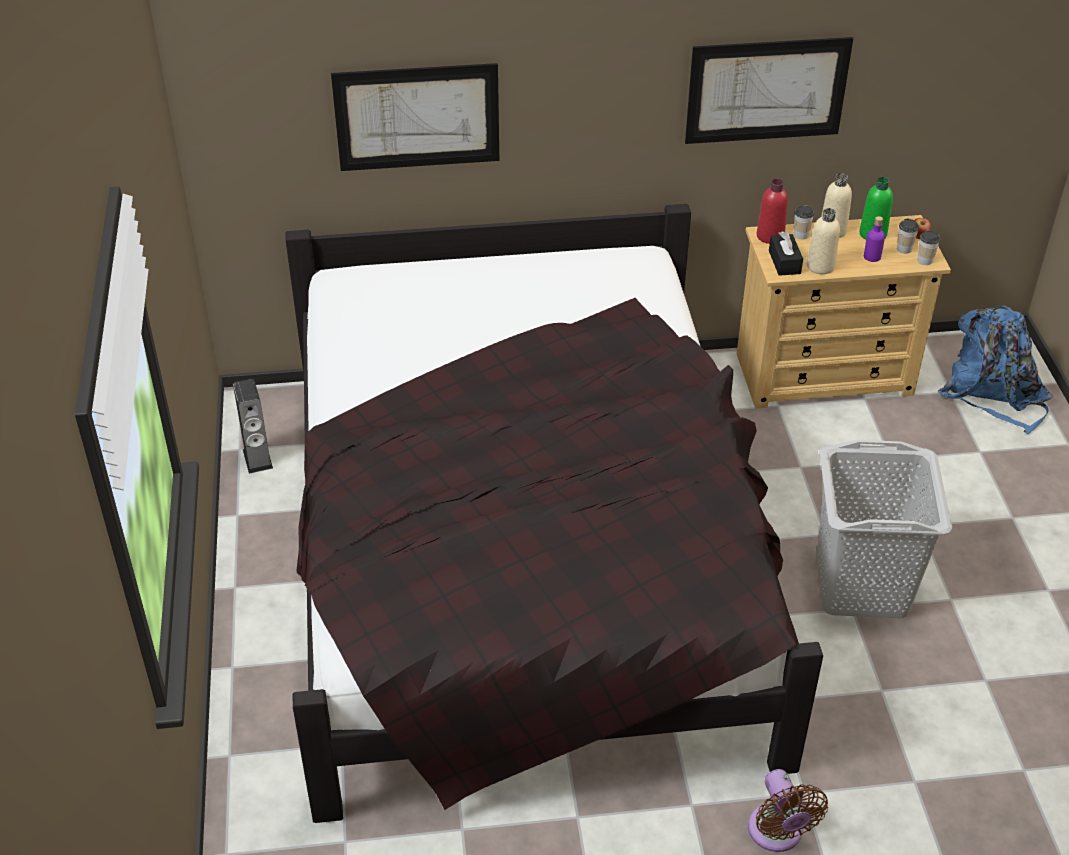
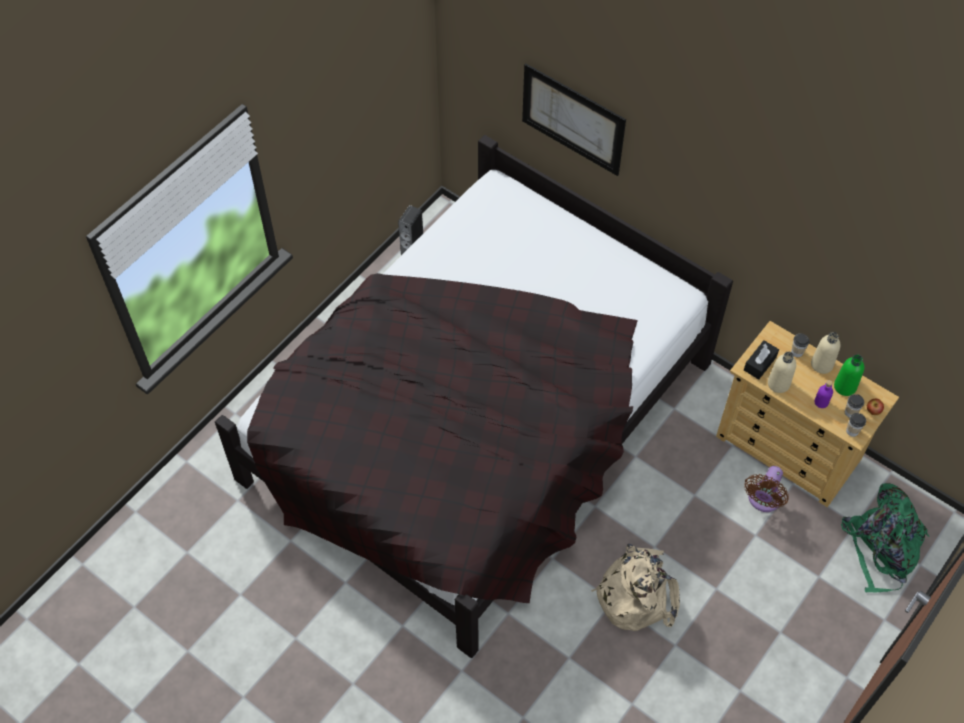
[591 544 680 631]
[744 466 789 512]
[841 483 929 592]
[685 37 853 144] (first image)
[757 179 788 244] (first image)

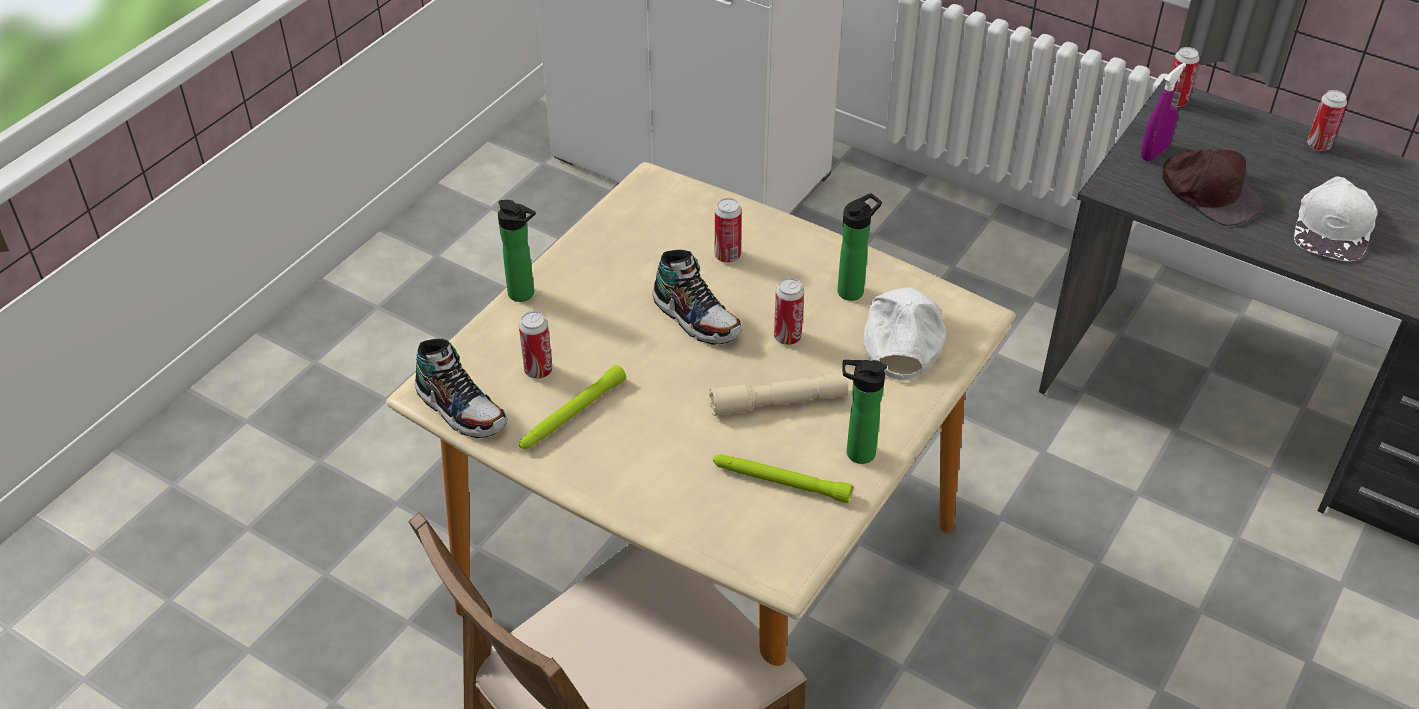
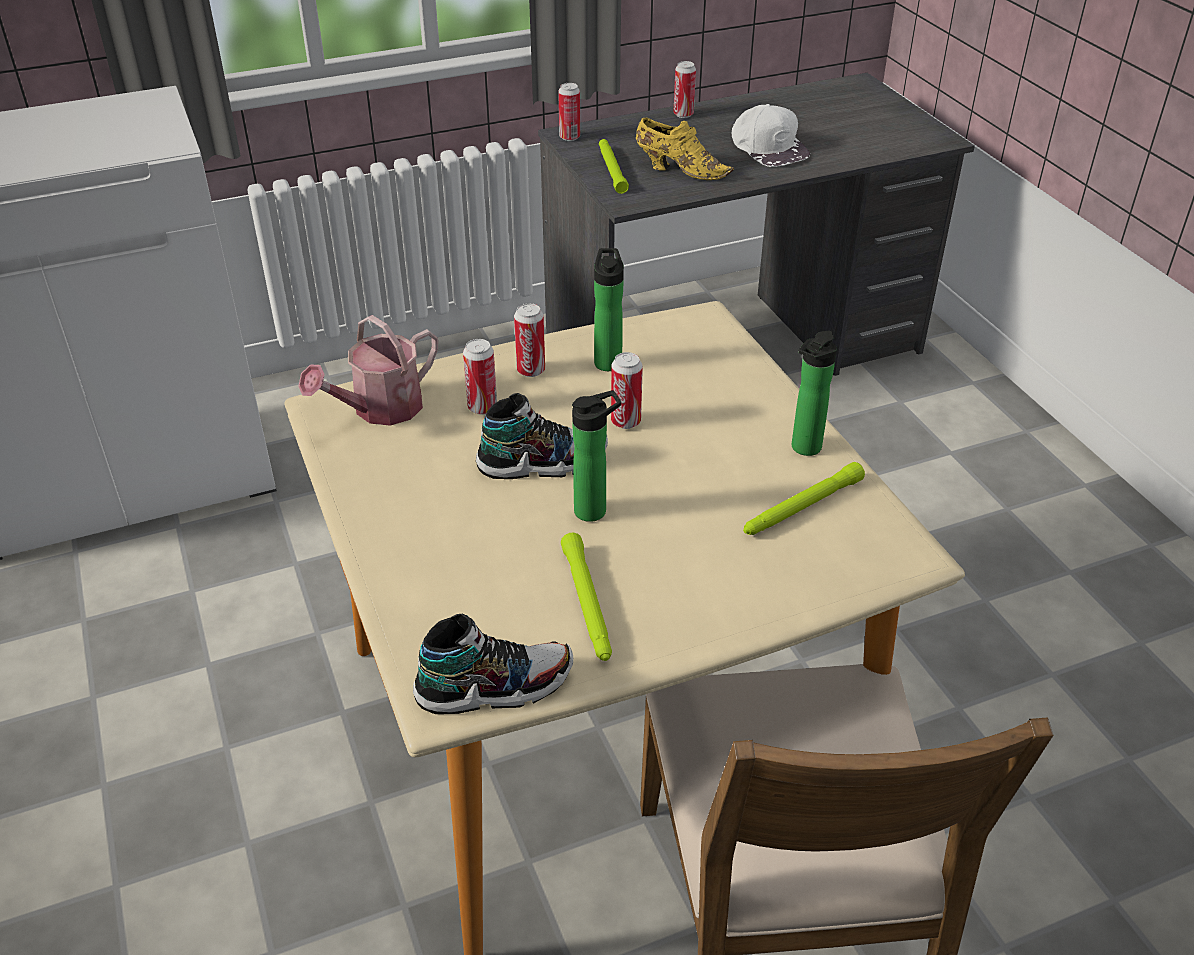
[298 315 438 426]
[514 303 545 377]
[572 390 621 522]
[599 139 629 194]
[636 118 734 180]
[709 373 848 416] (first image)
[864 287 946 380] (first image)

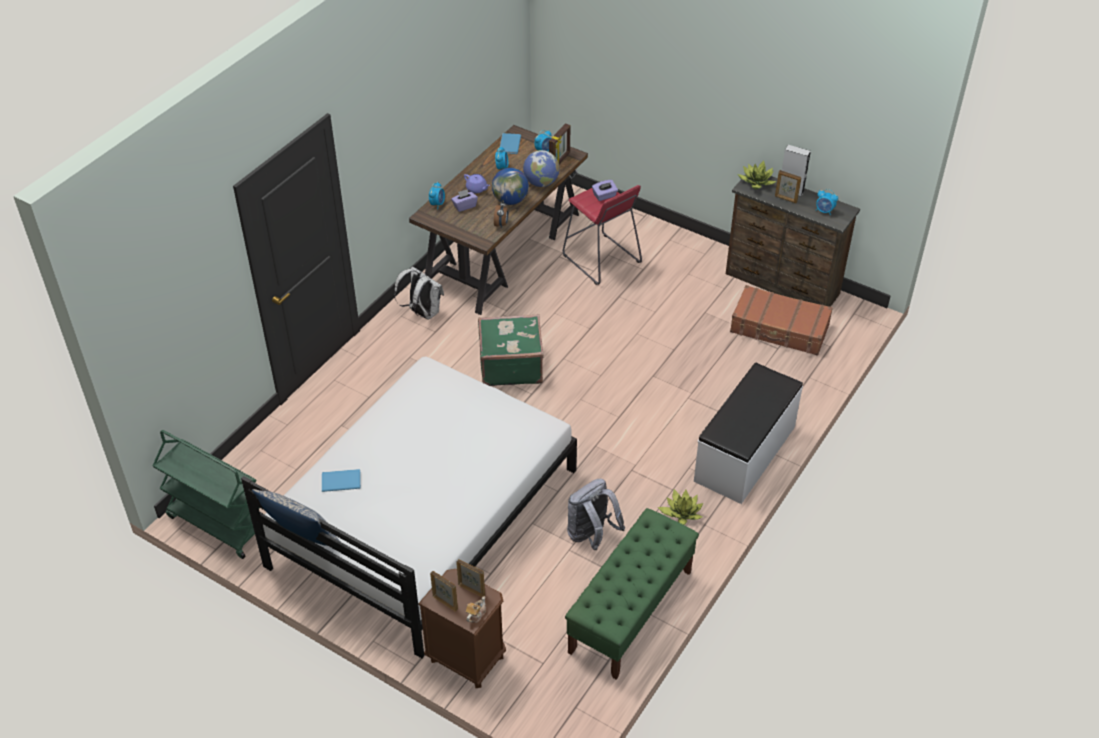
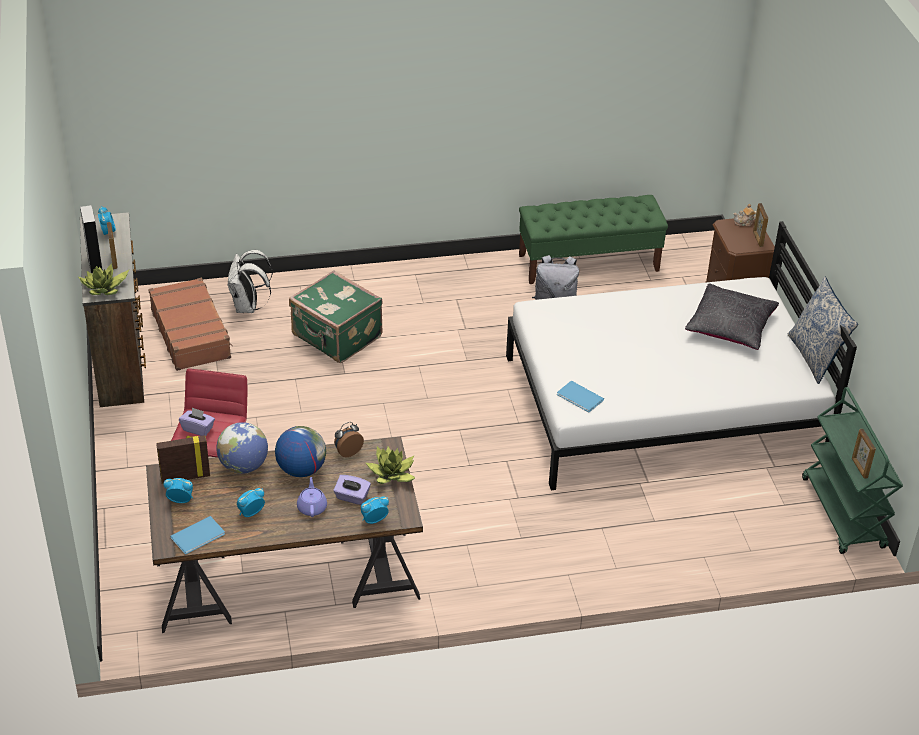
[227 250 273 313]
[289 270 383 363]
[366 446 415 484]
[557 381 604 413]
[685 283 779 350]
[852 429 876 479]
[694 363 803 504] (first image)

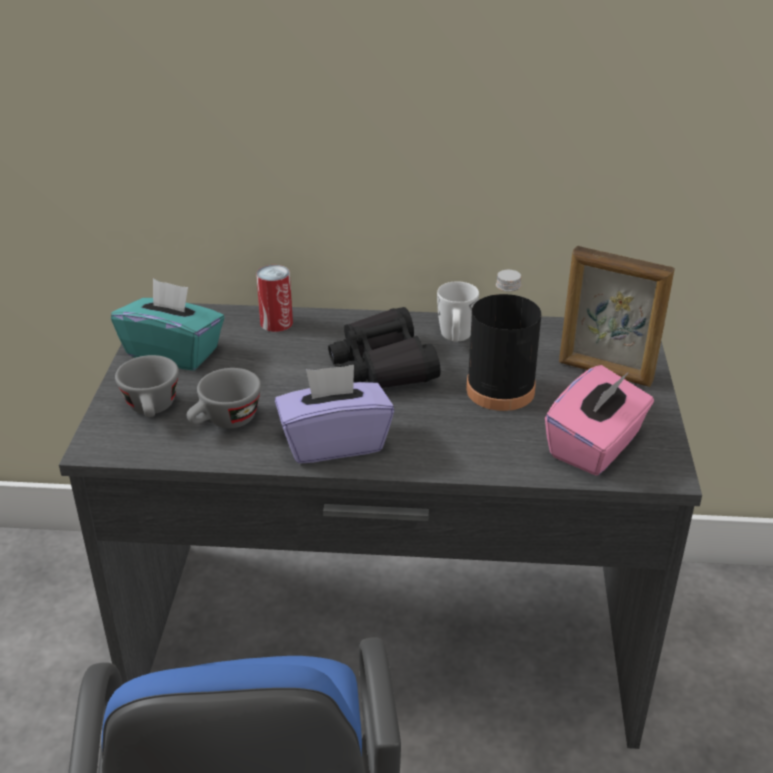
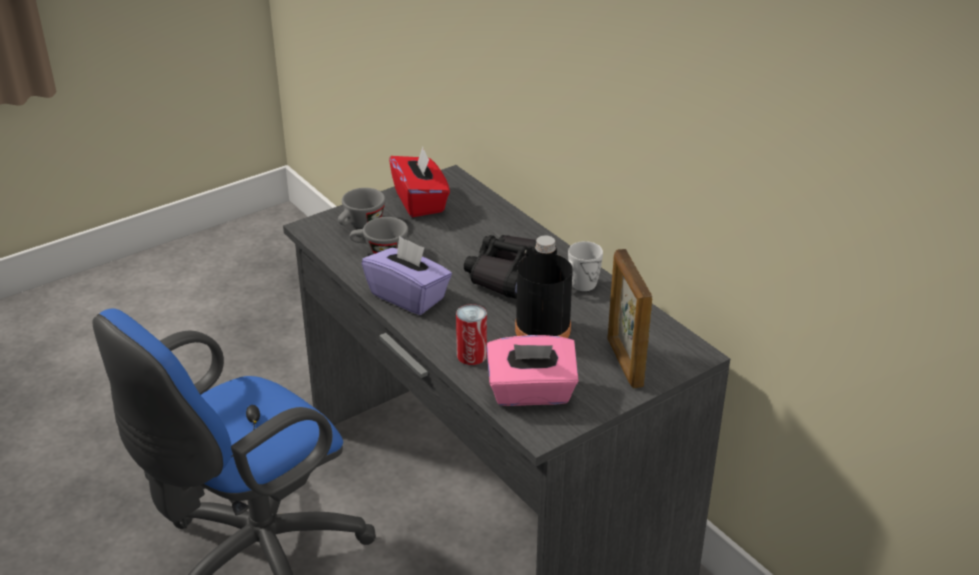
[389 147 450 217]
[456 304 487 365]

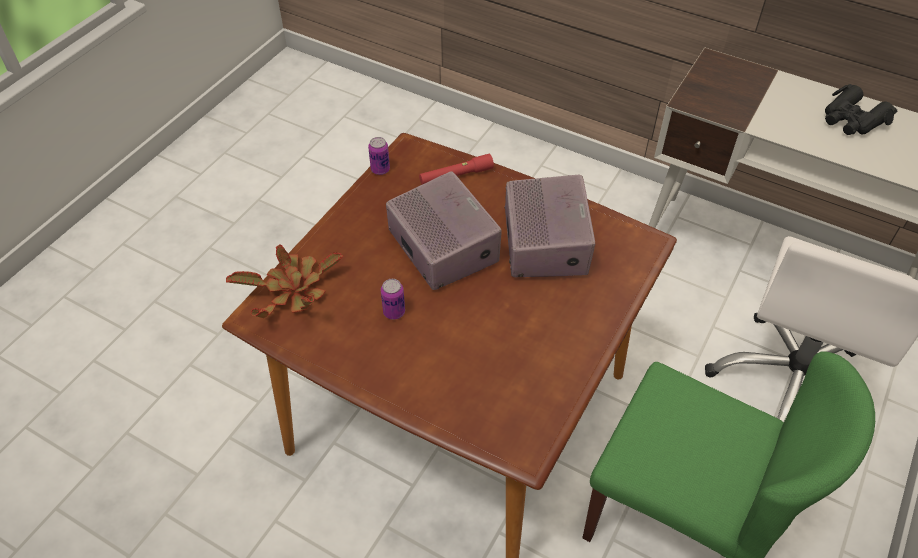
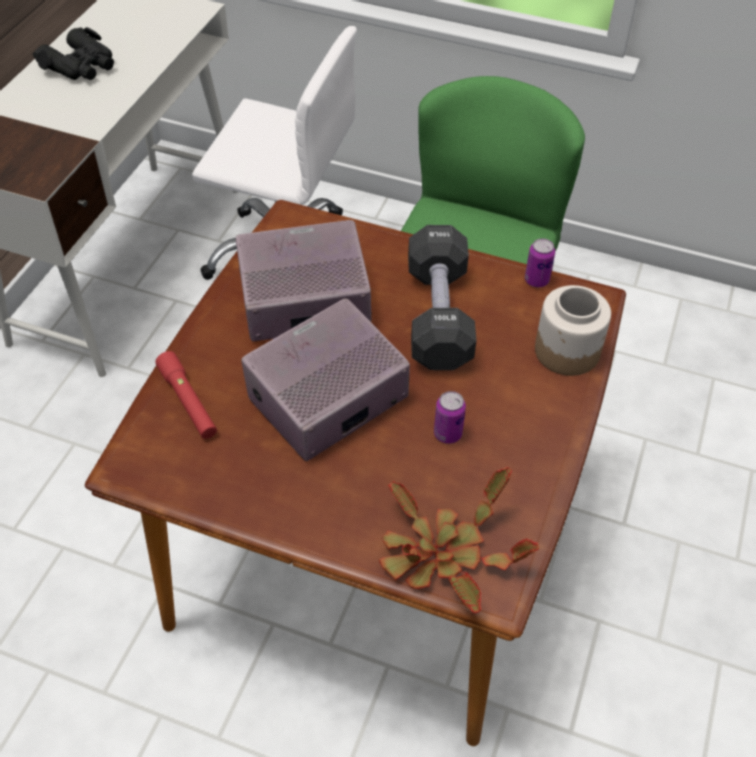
[408 225 477 370]
[525 238 555 287]
[535 285 611 376]

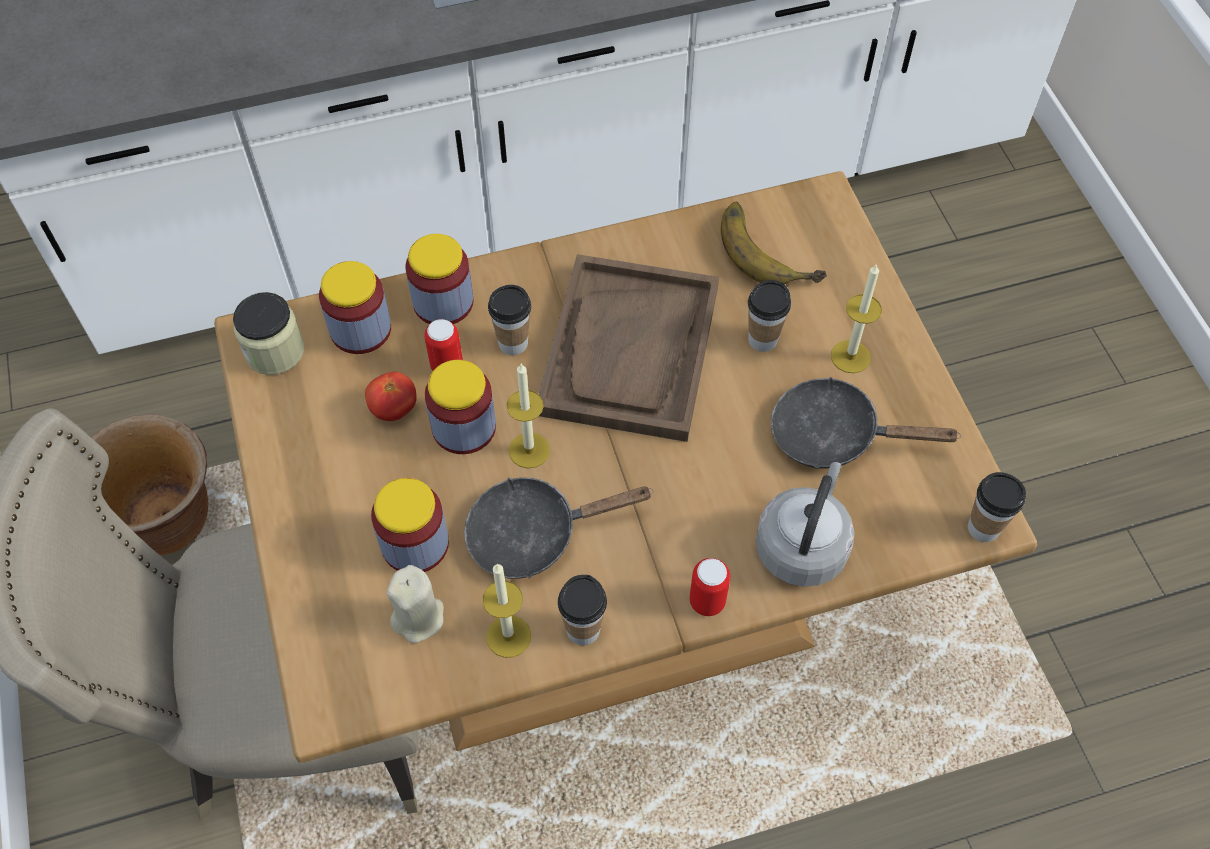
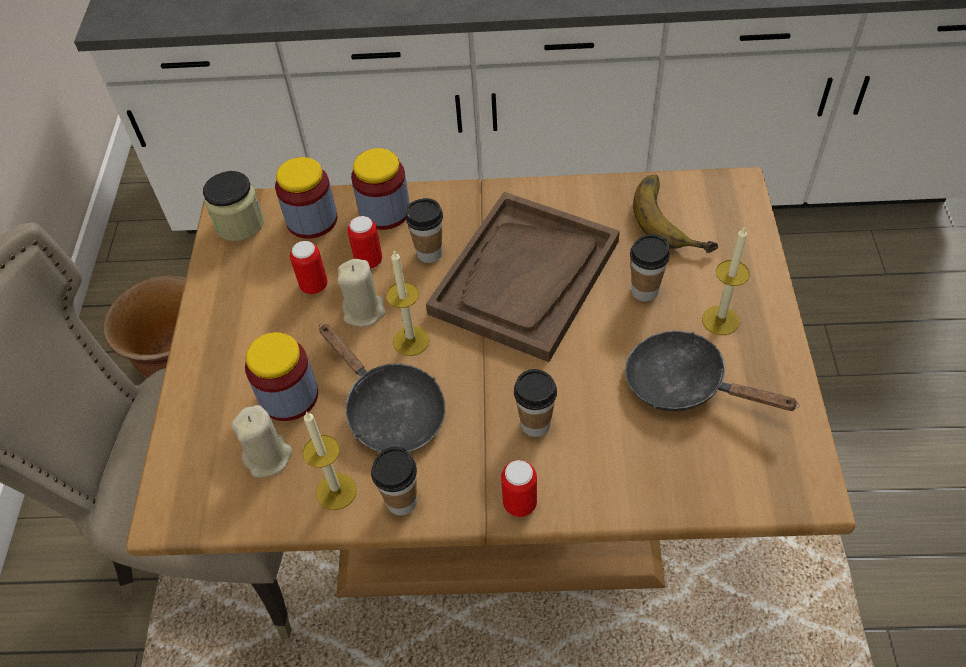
[290 241 327 294]
[319 323 445 452]
[337 258 386 327]
[514 369 557 437]
[755 462 855 587] (first image)

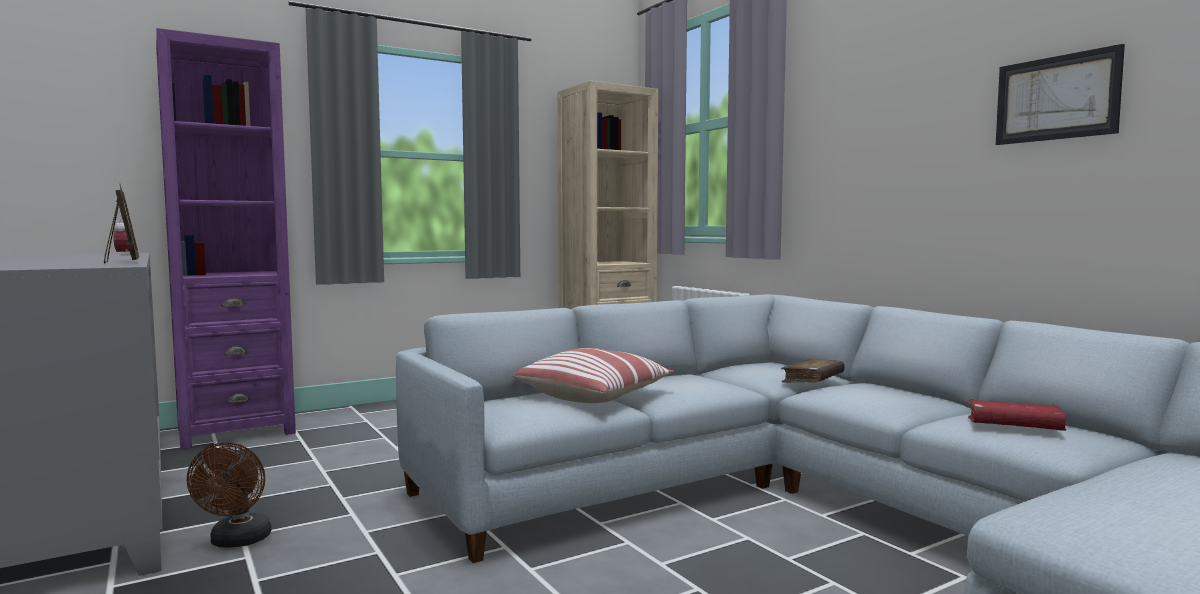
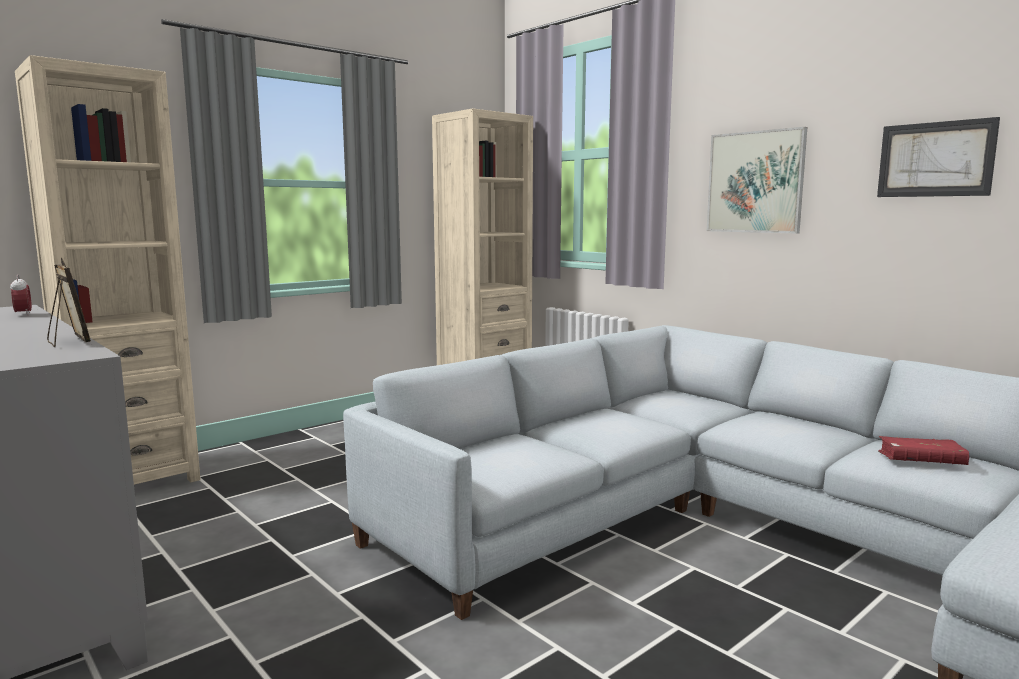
[15 55 200 485]
[707 127 807 234]
[187 442 271 547] (first image)
[512 348 674 403] (first image)
[781 358 845 383] (first image)

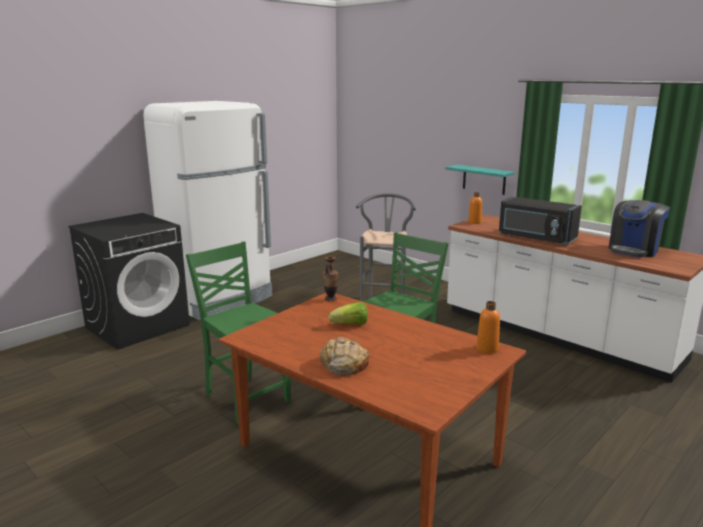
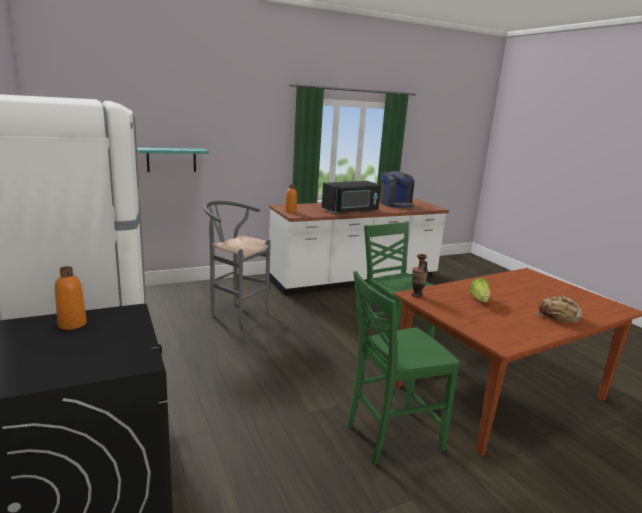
[55 266 87 330]
[137 148 209 172]

